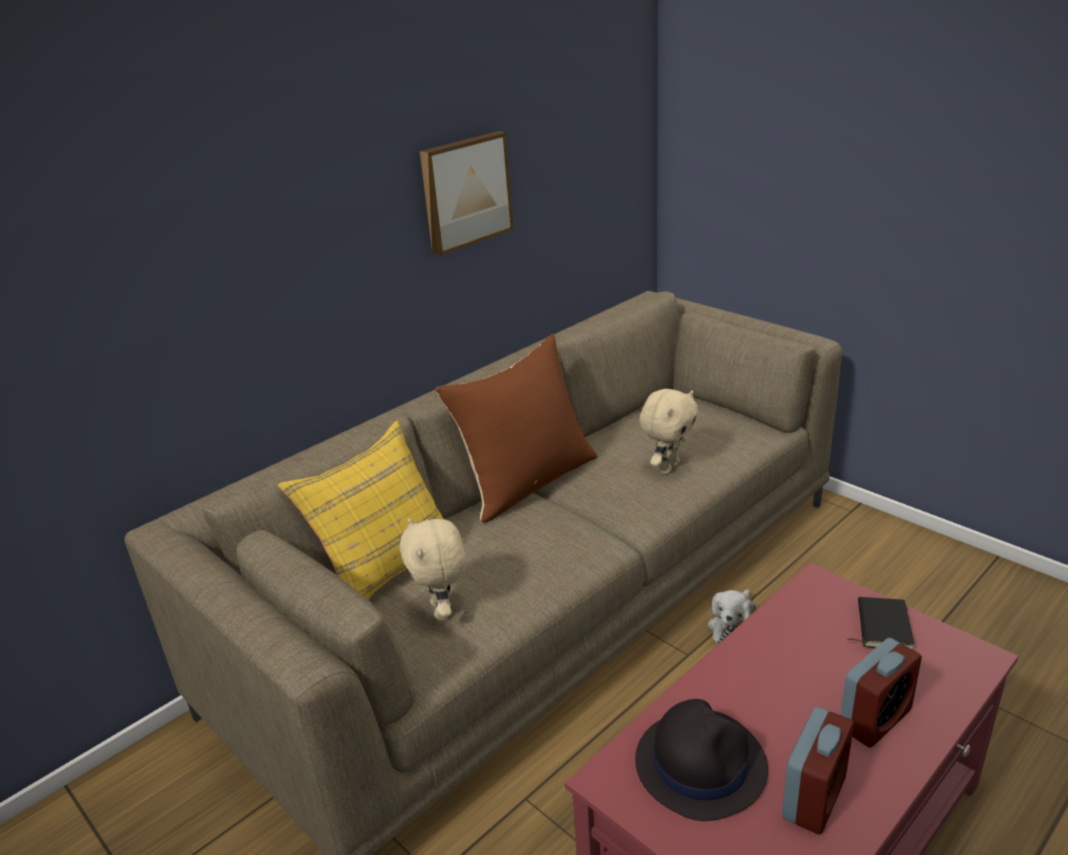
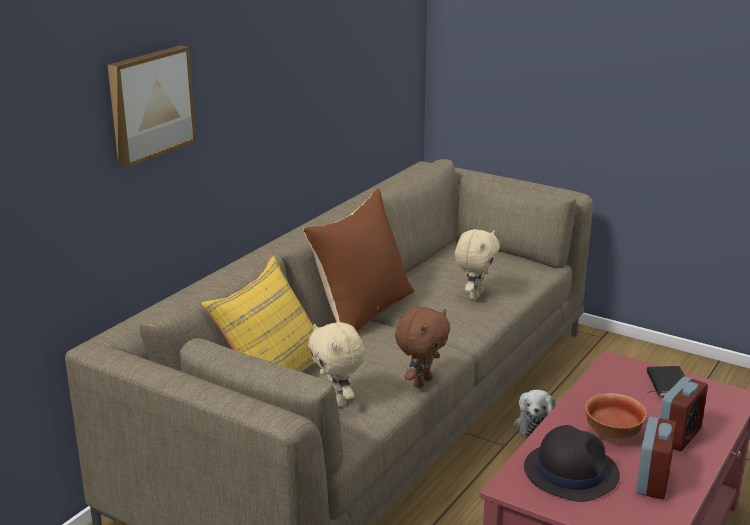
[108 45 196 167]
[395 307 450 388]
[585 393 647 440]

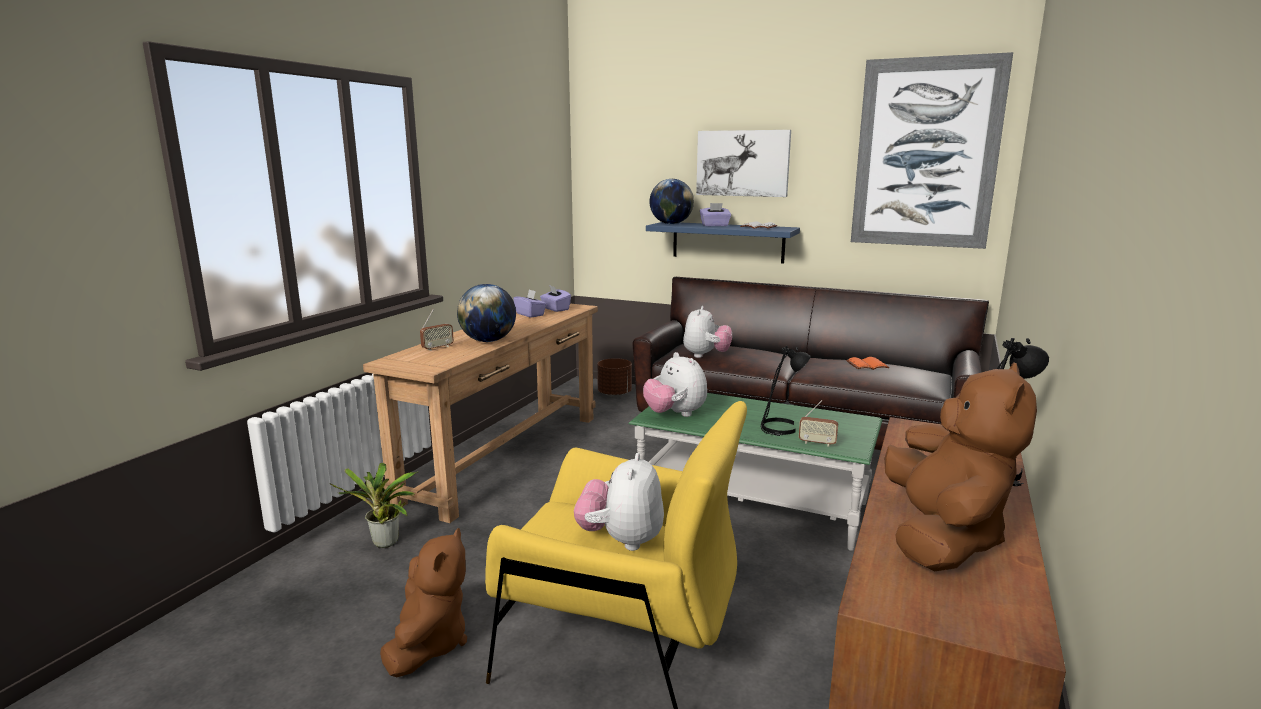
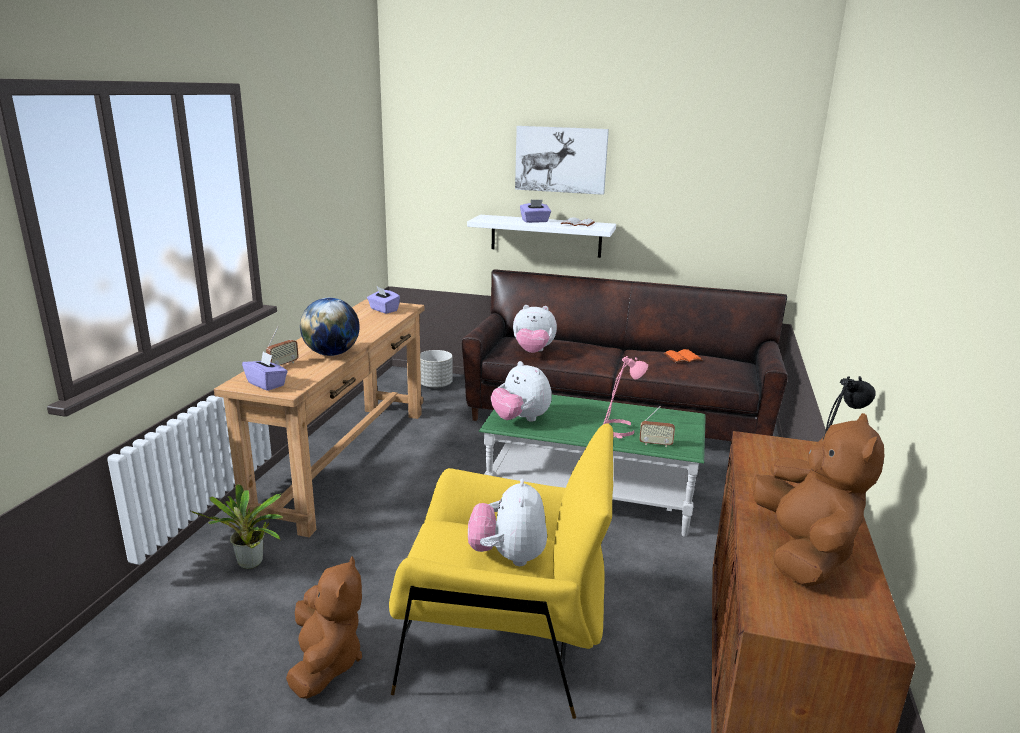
[242 351 288 391]
[420 350 453 388]
[467 215 616 258]
[513 305 557 353]
[603 356 648 439]
[650 179 694 224] (first image)
[851 52 1013 249] (first image)

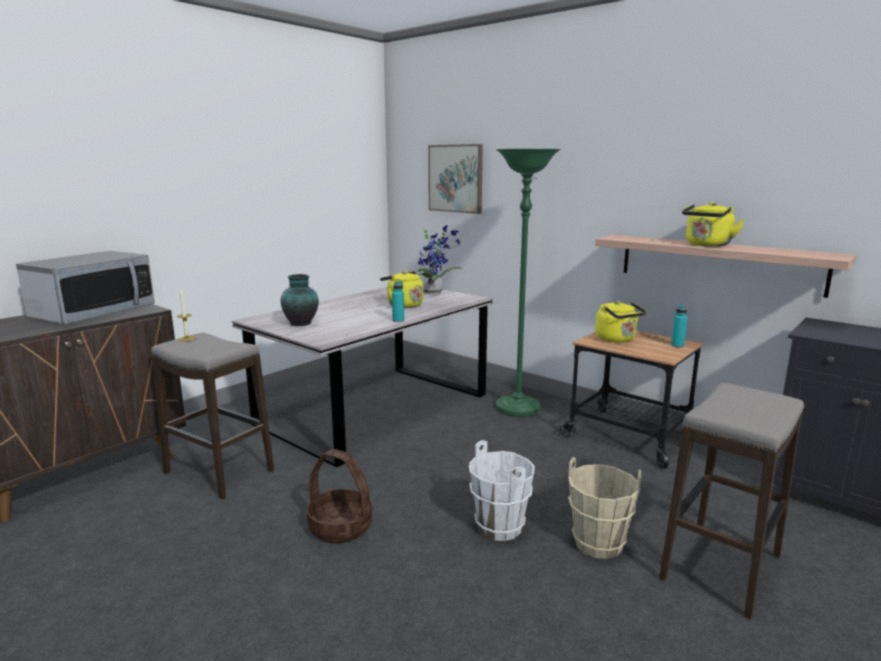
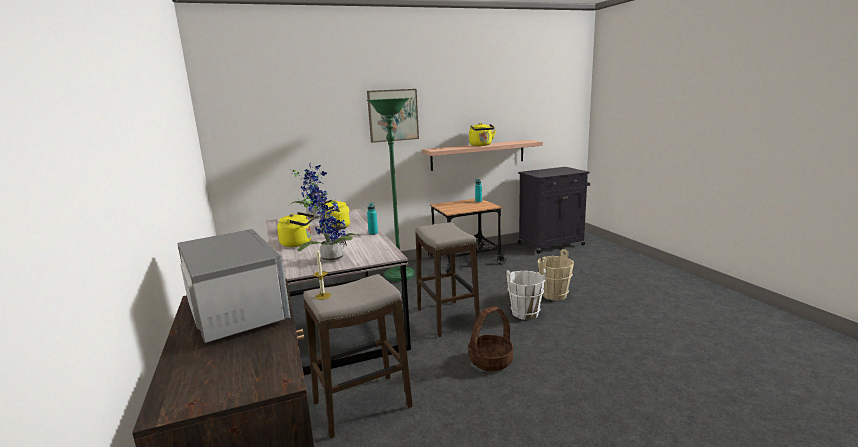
[277 212 315 247]
[297 187 360 262]
[367 89 419 143]
[415 222 480 337]

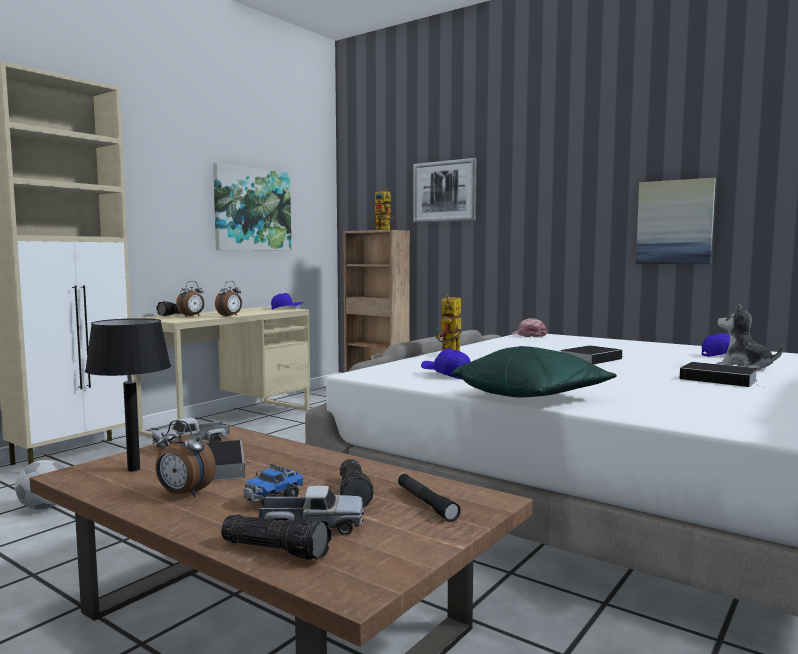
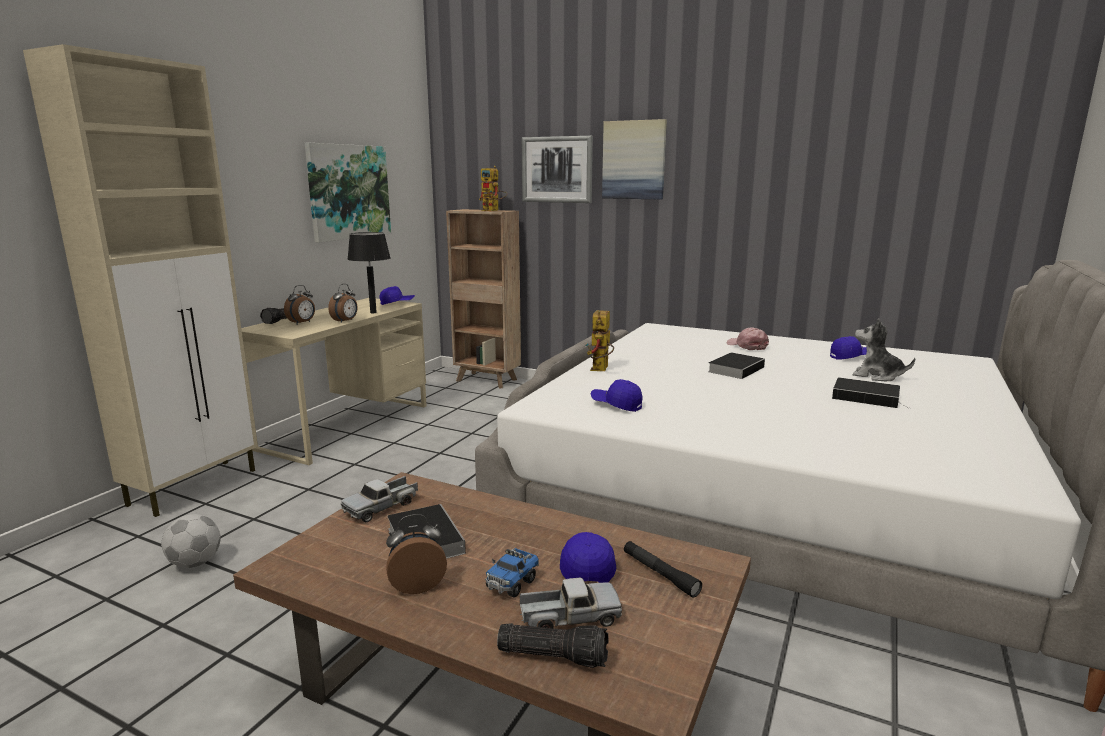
[347 232 391 313]
[386 514 447 594]
[560 532 617 583]
[602 119 667 200]
[727 327 769 350]
[451 346 617 397] (first image)

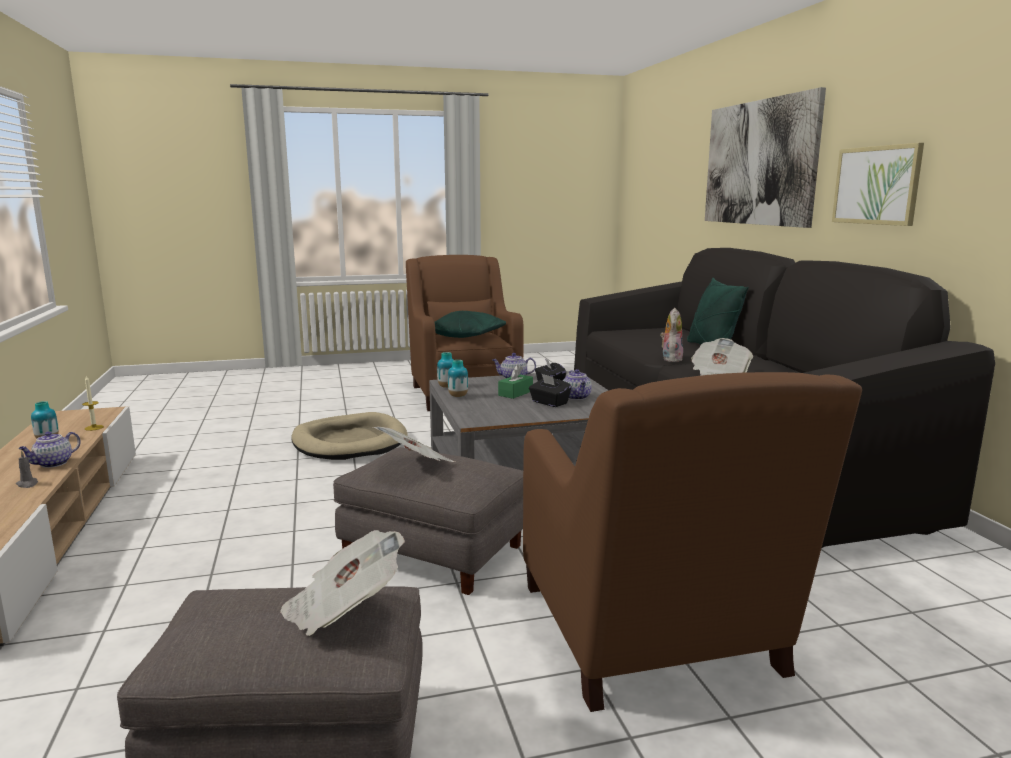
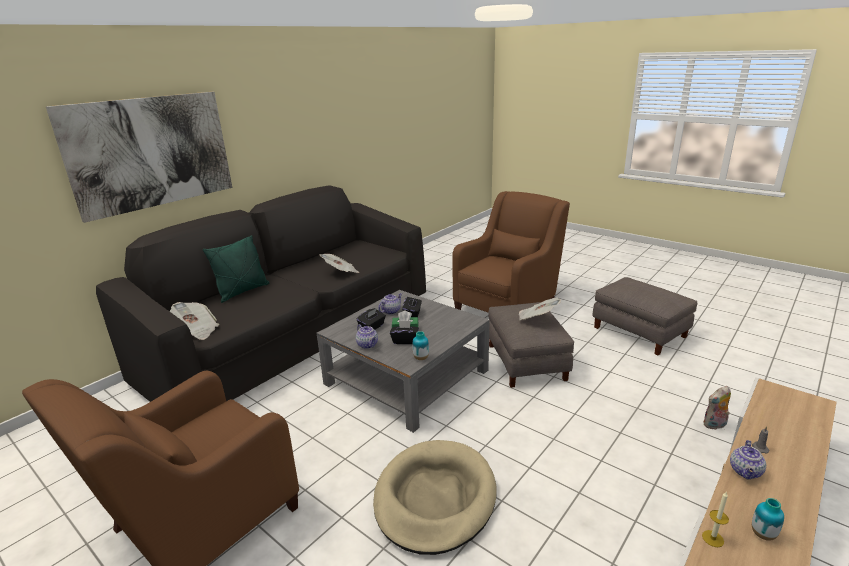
[170 302 219 340]
[390 321 419 344]
[703 386 731 430]
[730 440 766 480]
[435 311 506 338] (first image)
[448 360 468 397] (first image)
[832 143 924 226] (first image)

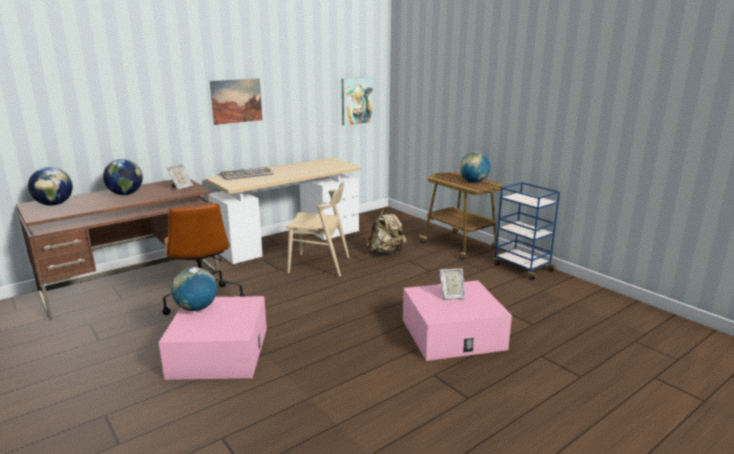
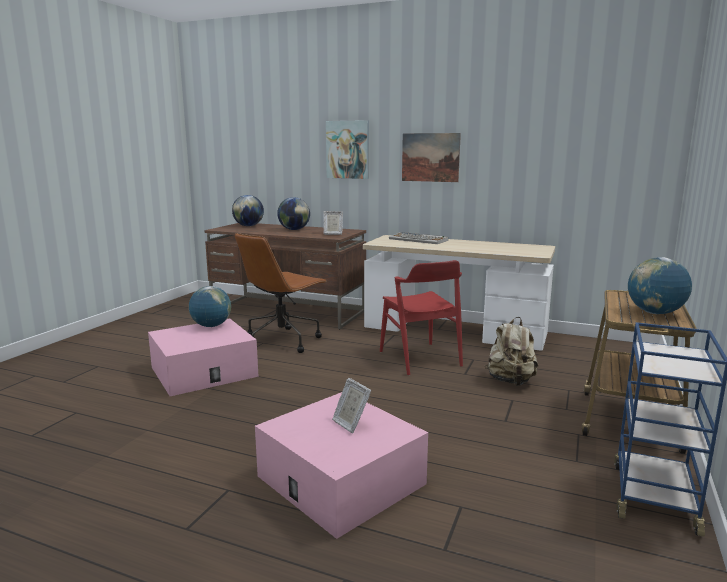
[326 120 369 179]
[380 260 463 375]

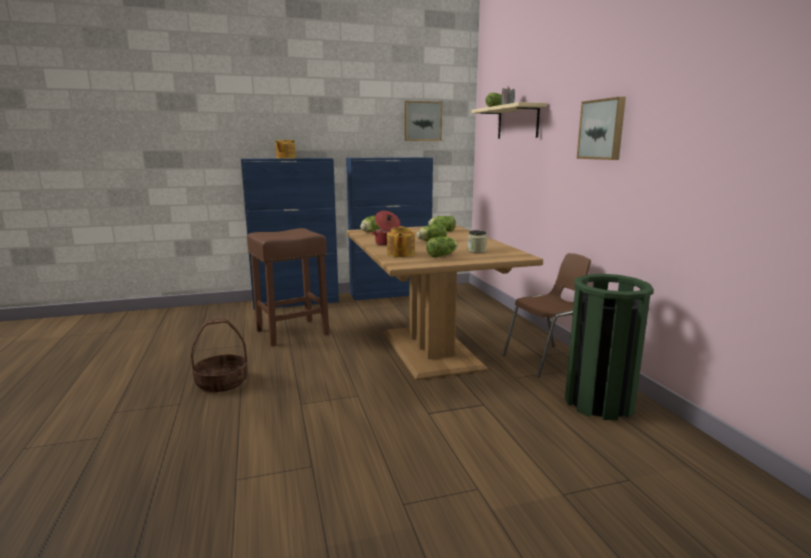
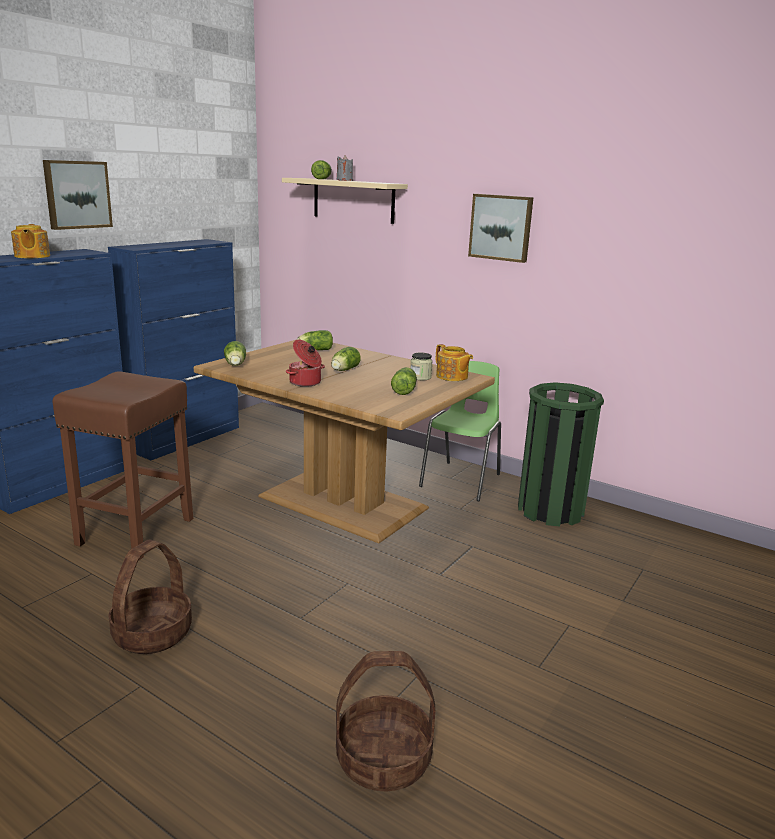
[43 160 113 230]
[336 651 435 792]
[419 361 501 501]
[436 344 473 381]

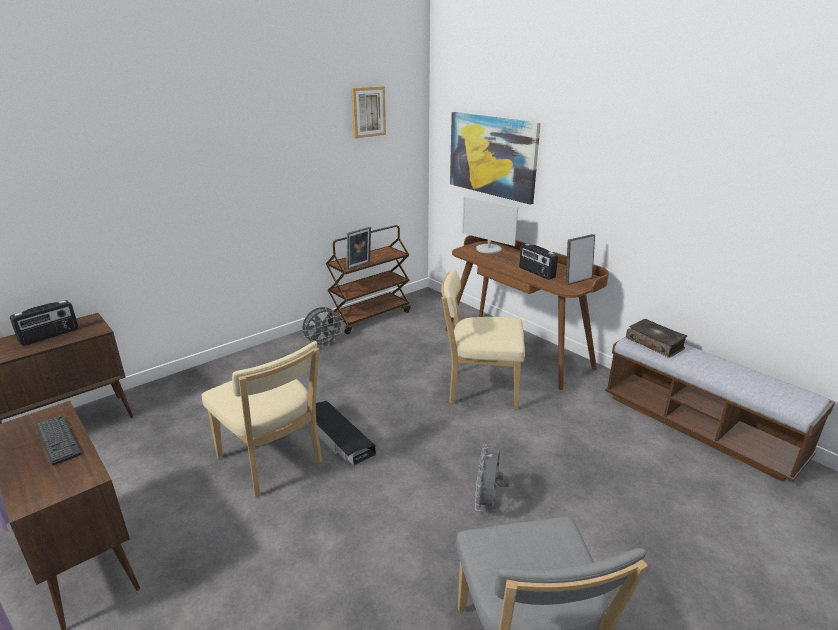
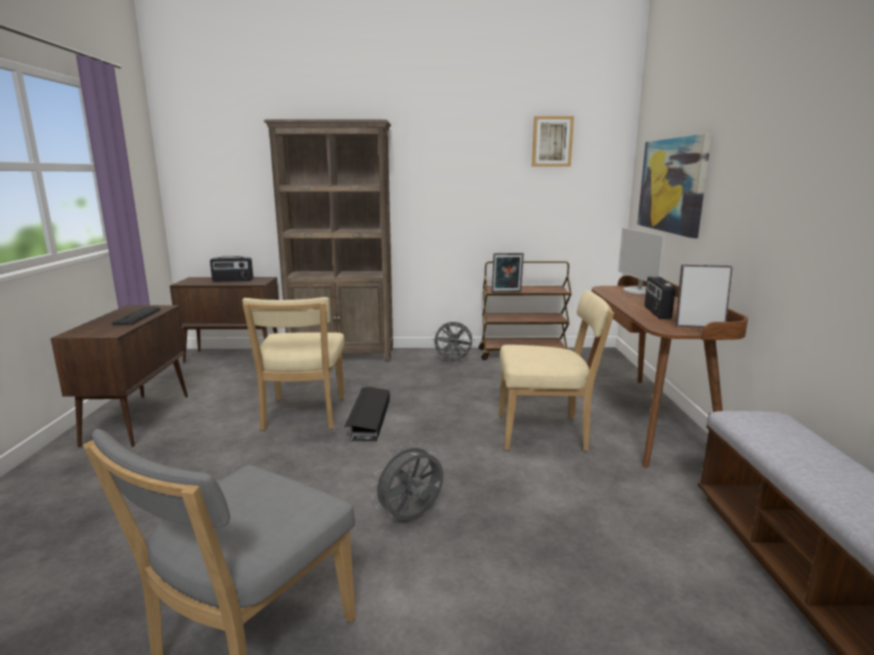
[264 119 393 361]
[499 290 614 451]
[626 319 687 358] (first image)

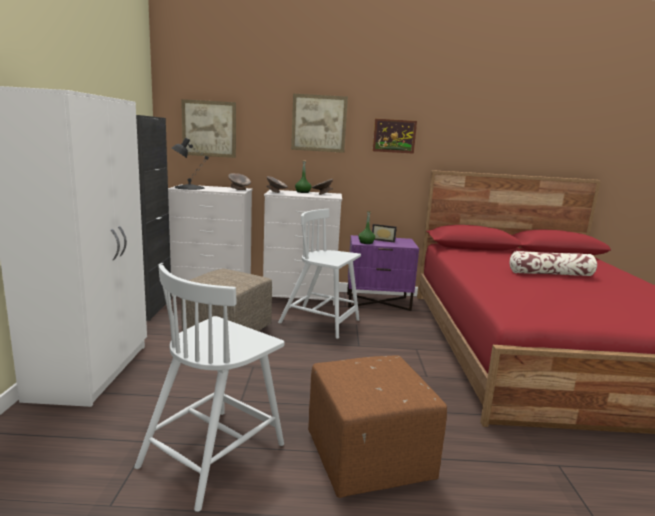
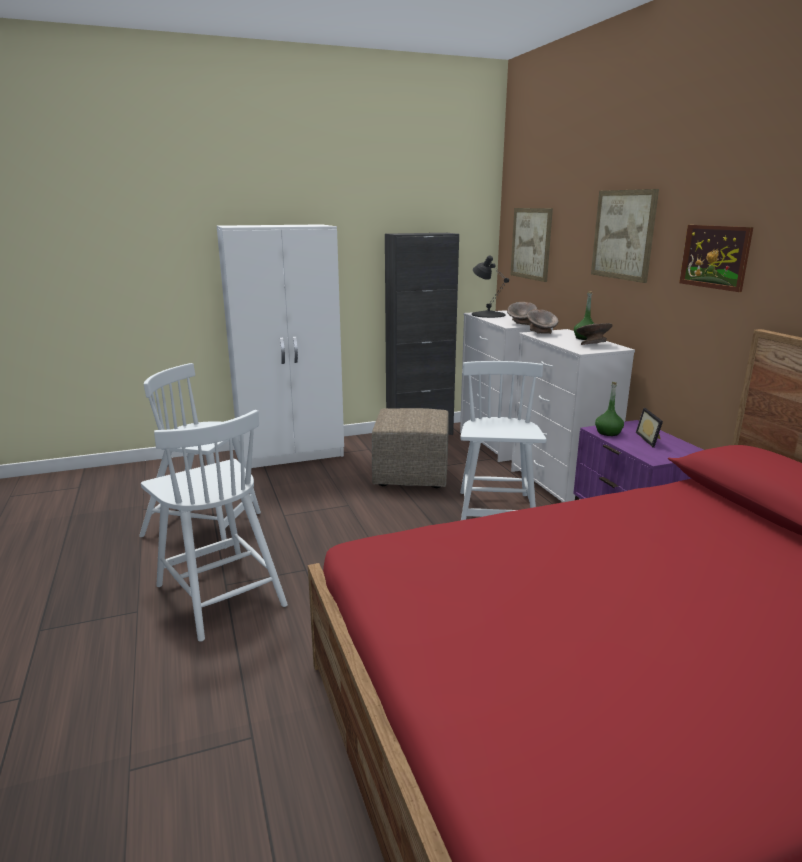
[141 410 288 642]
[510 251 597 276] (first image)

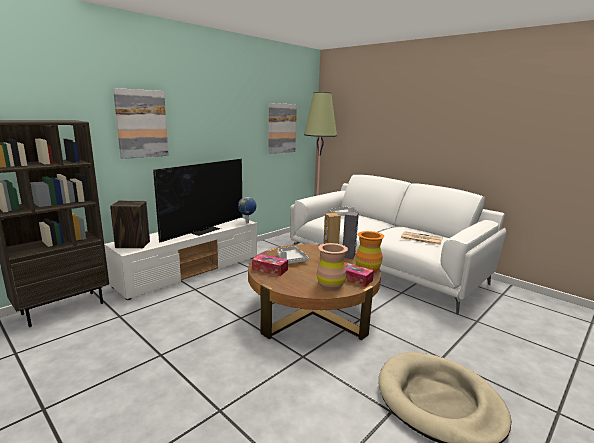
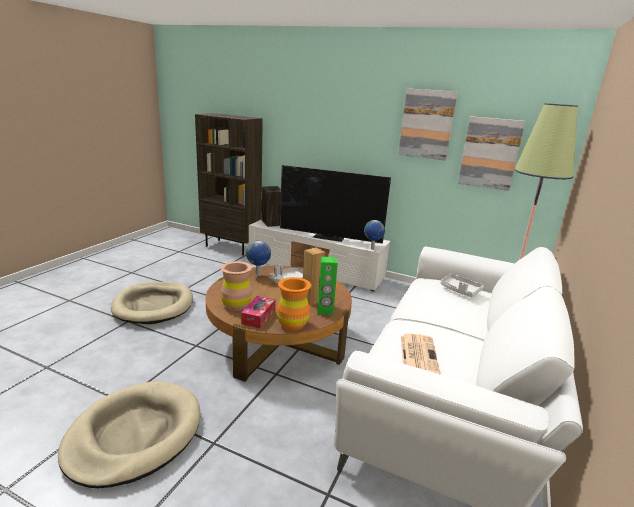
[111 282 193 324]
[246 241 271 276]
[318 256 338 315]
[398 88 458 160]

